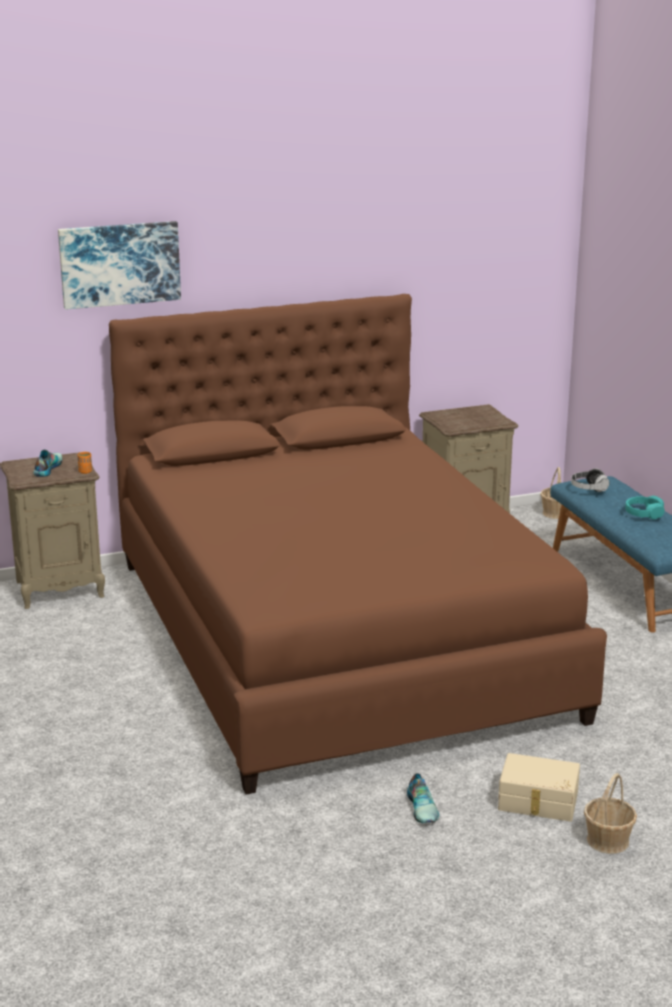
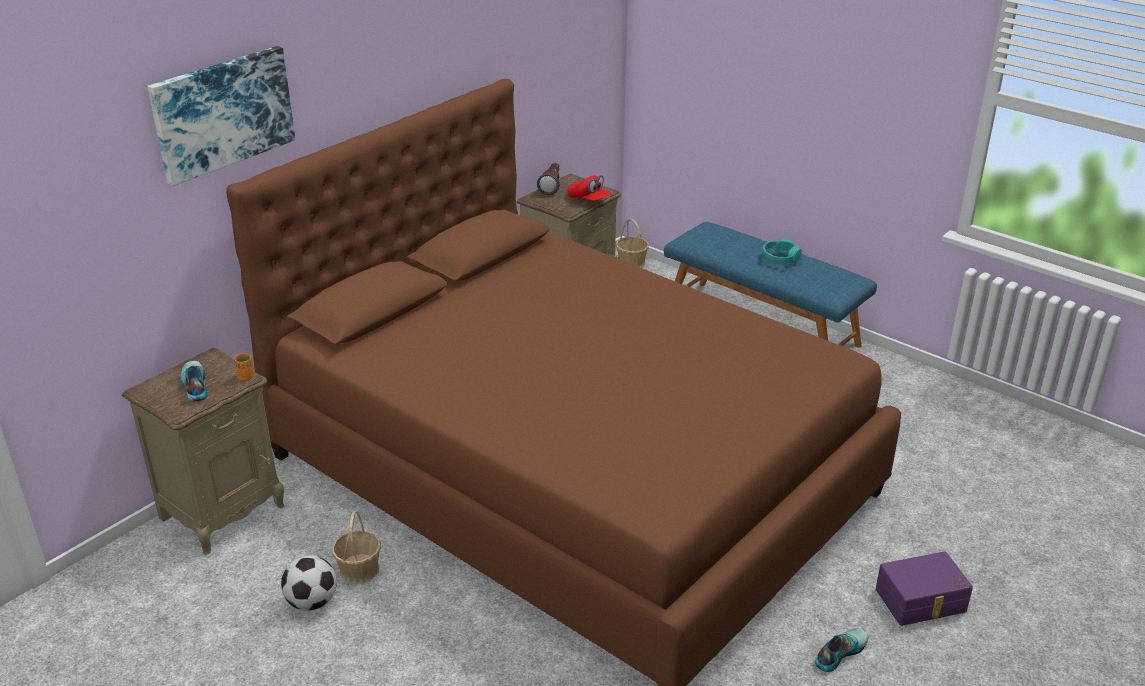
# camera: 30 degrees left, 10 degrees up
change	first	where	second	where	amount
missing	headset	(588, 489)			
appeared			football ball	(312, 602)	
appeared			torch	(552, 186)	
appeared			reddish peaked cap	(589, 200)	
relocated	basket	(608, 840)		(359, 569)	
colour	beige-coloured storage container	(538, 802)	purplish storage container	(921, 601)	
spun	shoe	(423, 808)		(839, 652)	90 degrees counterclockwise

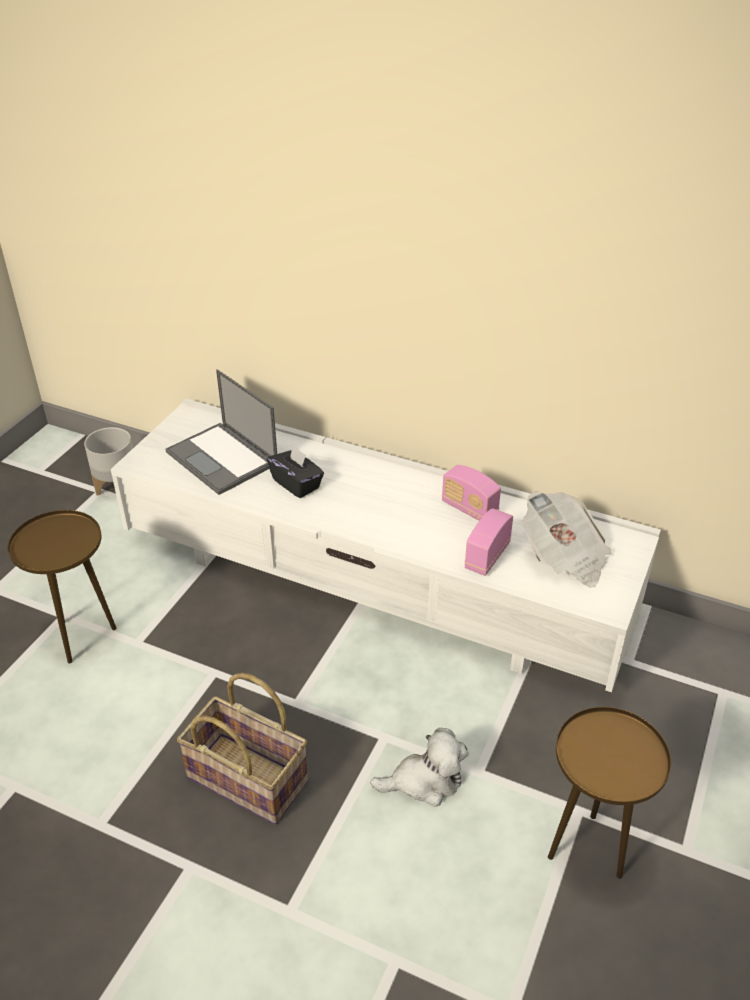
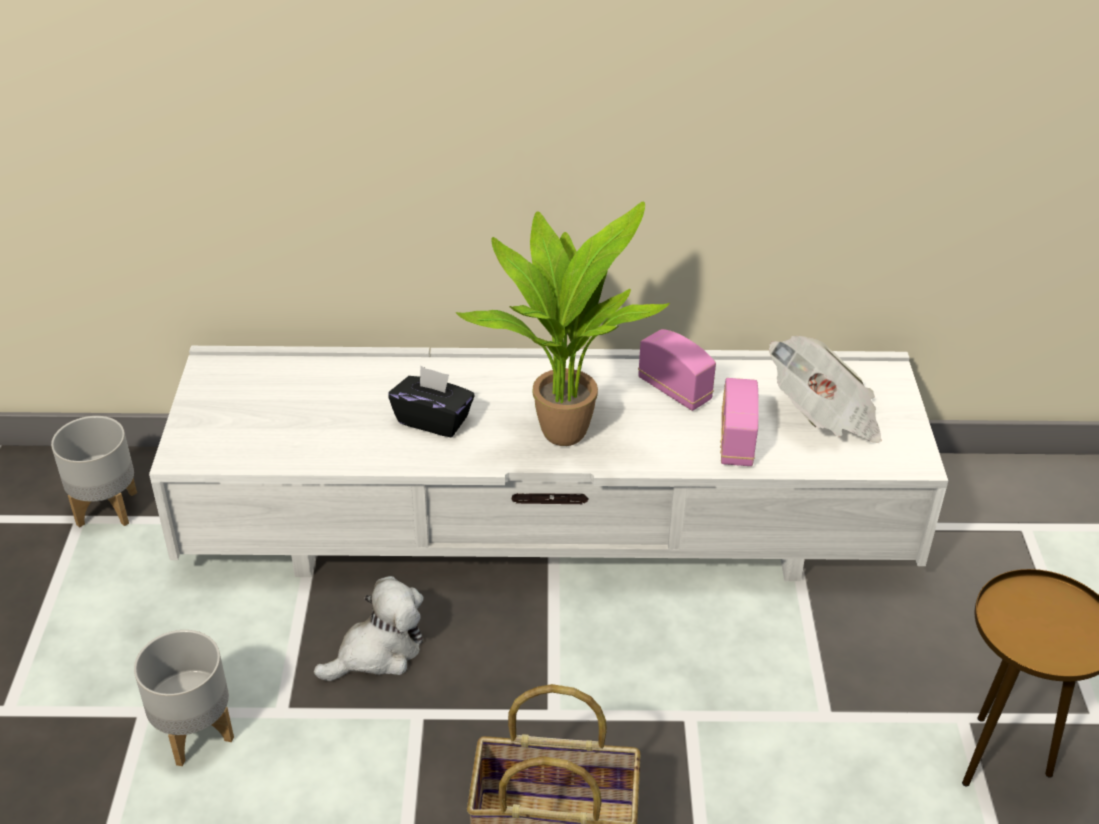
# camera: 25 degrees left, 0 degrees up
change	first	where	second	where	amount
missing	portable computer	(223, 458)			
appeared			houseplant	(561, 429)	
relocated	cuddly toy	(424, 781)		(378, 652)	
exchanged	brownish side table	(82, 637)	grey plant pot	(194, 732)	
spun	radio set	(469, 509)		(674, 390)	150 degrees counterclockwise

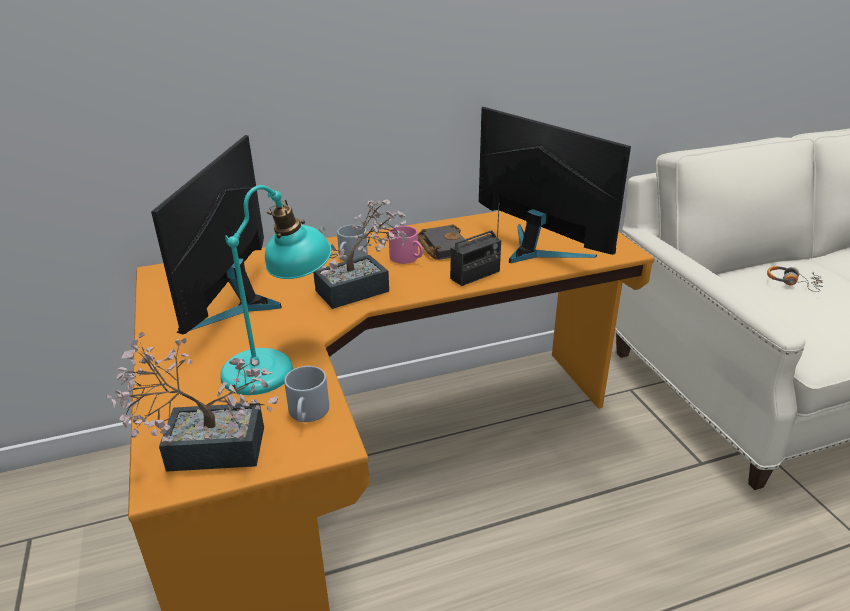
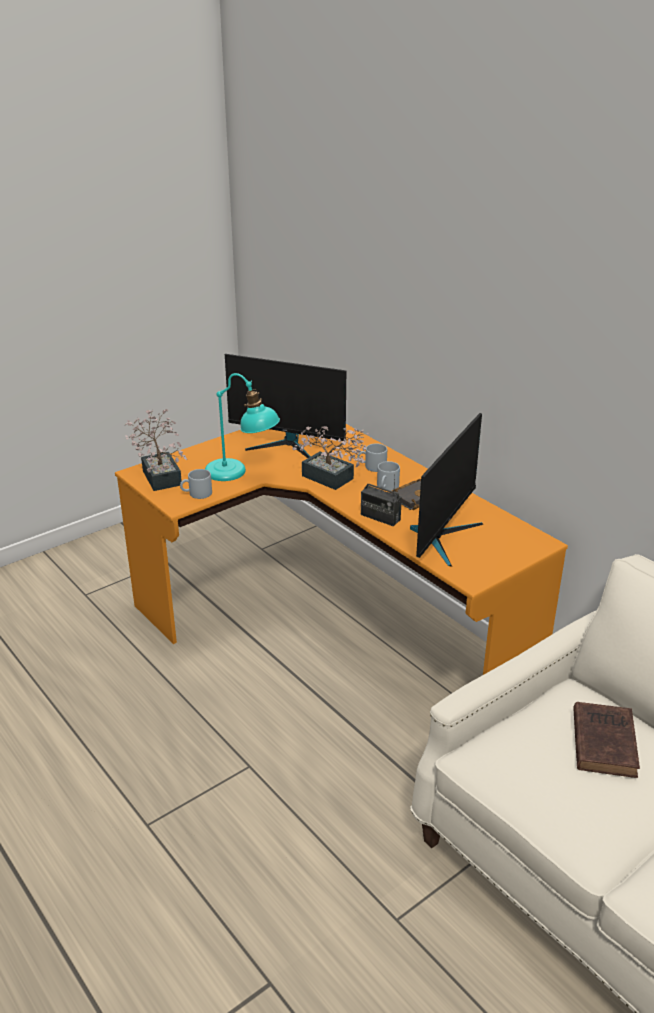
# camera: 70 degrees right, 0 degrees up
change	first	where	second	where	amount
exchanged	headset	(793, 283)	brownish book	(603, 741)	
colour	pinkish coffee mug	(408, 258)	grey coffee mug	(387, 487)	
spun	computer display	(236, 305)		(288, 446)	150 degrees counterclockwise

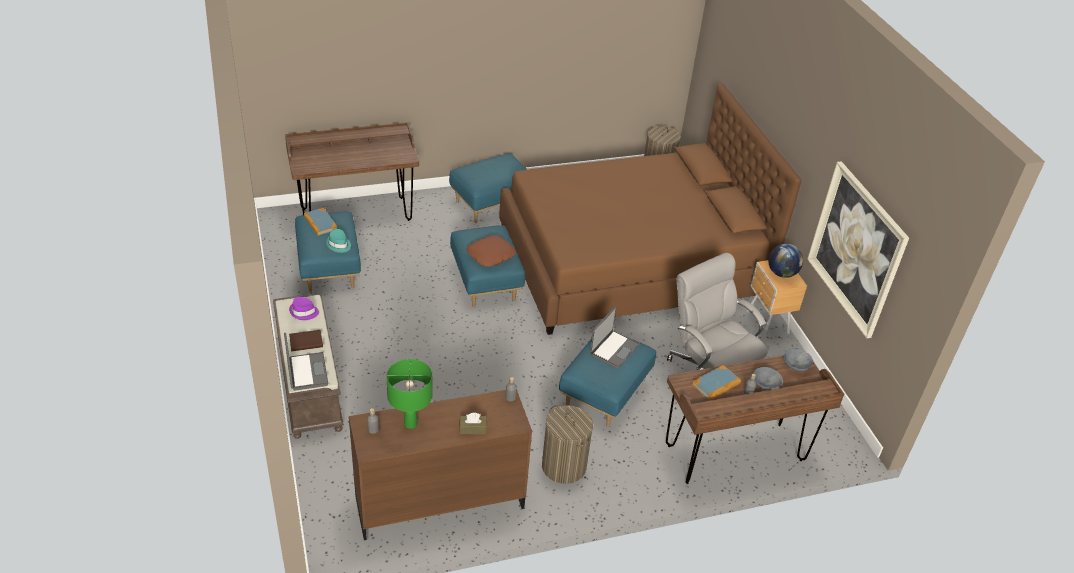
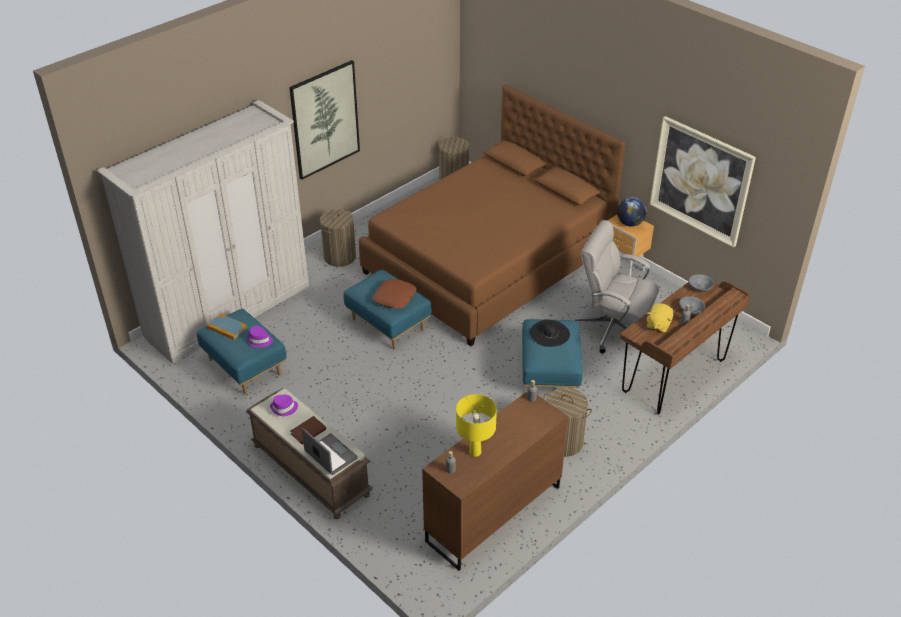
# camera: 25 degrees left, 0 degrees up
change	first	where	second	where	amount
missing	brownish tissue holder	(473, 428)			
appeared			picture	(325, 120)	
exchanged	brownish desk unit	(356, 214)	white-coloured armoire	(229, 311)	
exchanged	blue-coloured pouffe	(492, 204)	laundry basket	(339, 257)	
exchanged	portable computer	(613, 349)	black-coloured wearable hat	(549, 333)	
exchanged	book	(716, 384)	yellow cuddly toy	(658, 325)	
colour	blue-green wearable hat	(338, 245)	purplish wearable hat	(259, 340)	
colour	greenish table lamp	(410, 424)	yellow table lamp	(475, 452)	

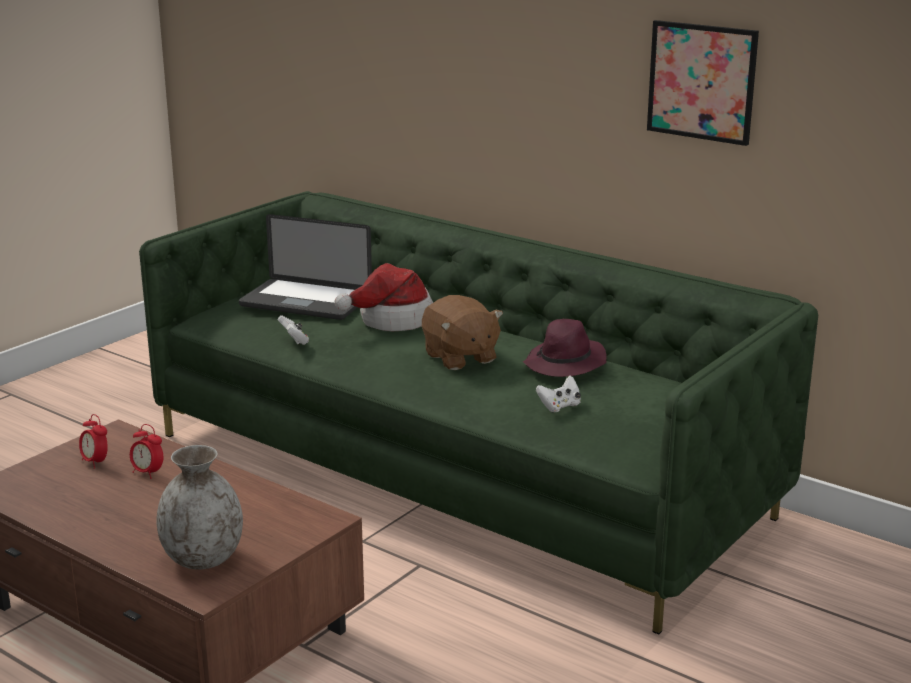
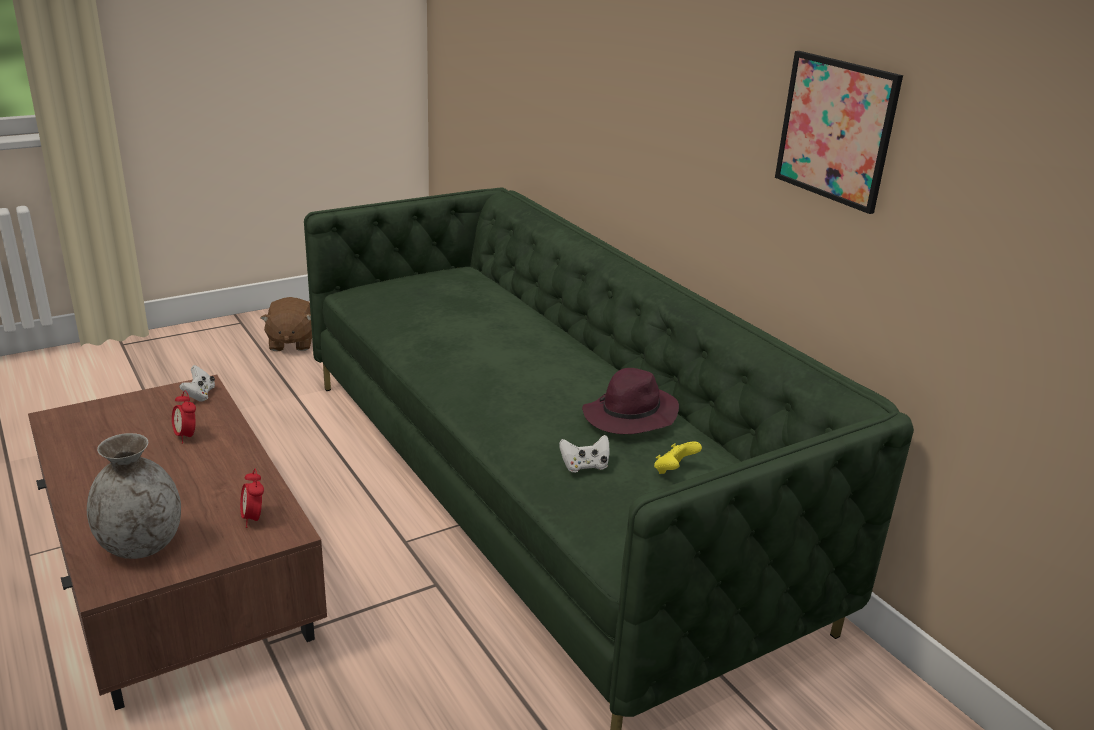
# camera: 20 degrees right, 5 degrees up
change	first	where	second	where	amount
missing	portable computer	(306, 301)			
missing	wearable hat	(391, 319)			
appeared			yellow game controller	(674, 471)	
relocated	bedside clock	(95, 462)		(254, 518)	
relocated	white-coloured game controller	(294, 341)		(199, 395)	
relocated	brownish cuddly toy	(459, 357)		(291, 343)	

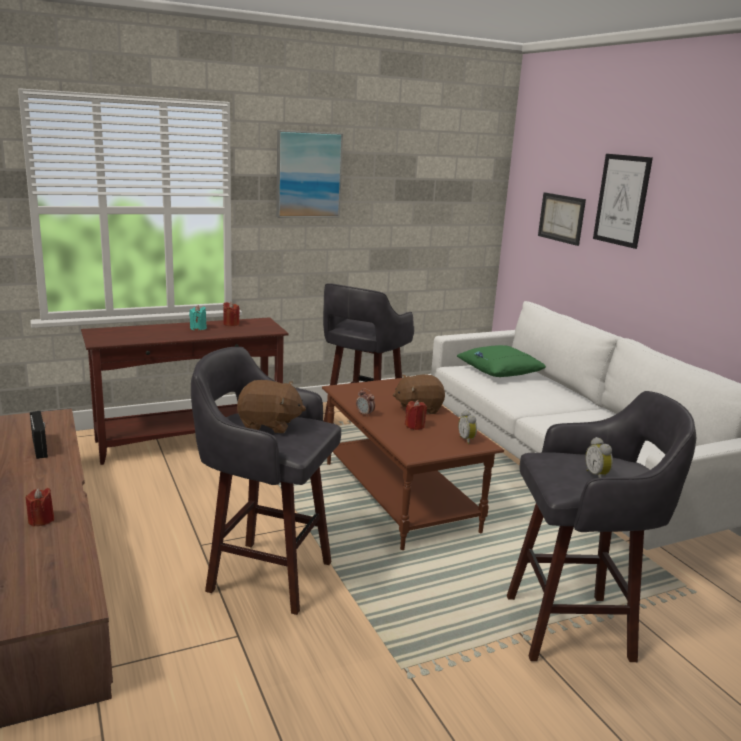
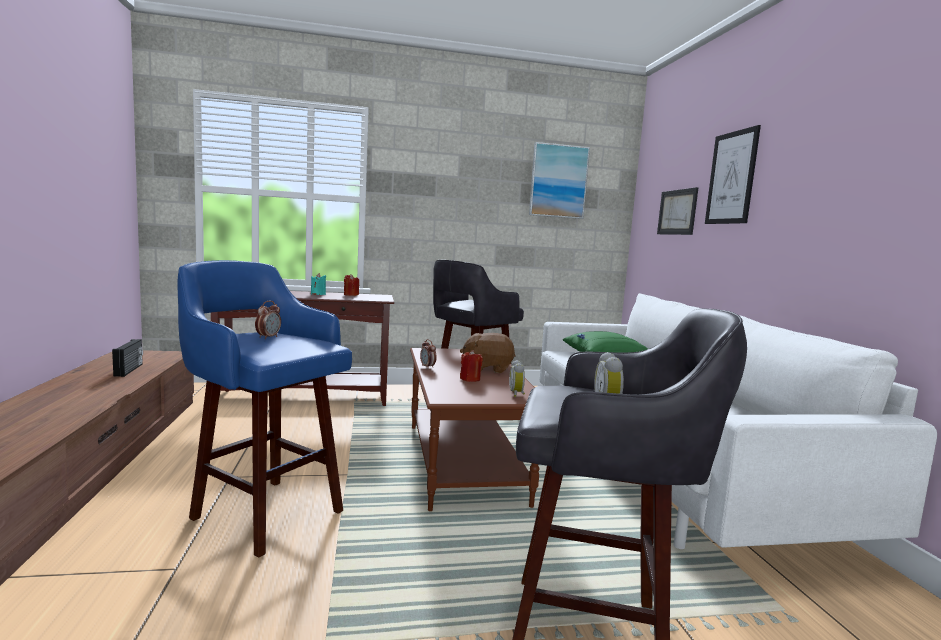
# camera: 15 degrees right, 10 degrees down
change	first	where	second	where	amount
missing	reddish wax light	(41, 520)			
relocated	picture	(308, 175)		(558, 181)	
exchanged	brownish cuddly toy	(269, 425)	bedside clock	(268, 337)	
colour	grey stool seat	(265, 575)	blue-coloured stool seat	(264, 512)	

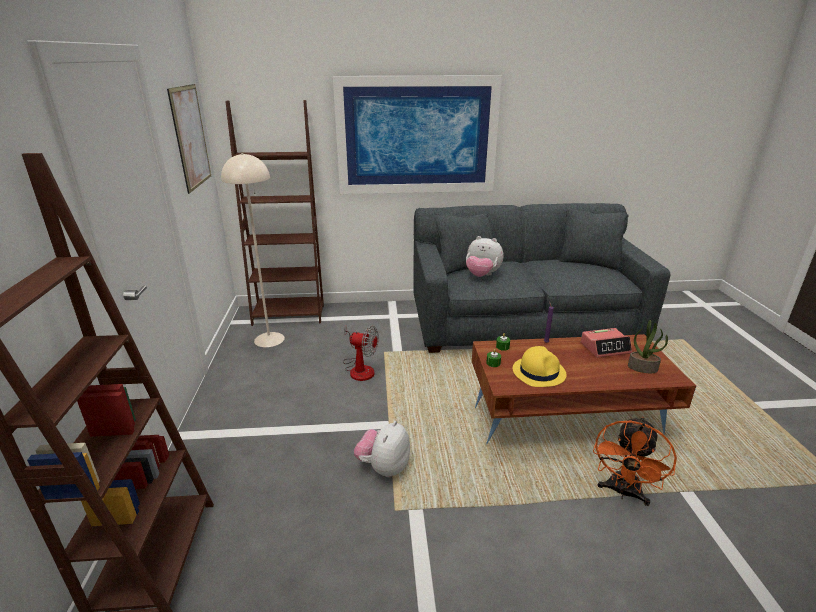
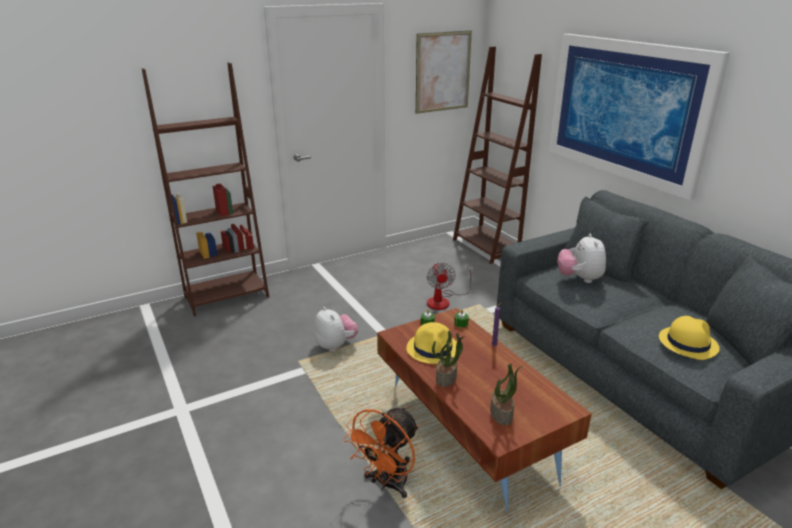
# camera: 65 degrees right, 0 degrees up
change	first	where	second	where	amount
missing	beige-coloured standing lamp	(269, 339)			
missing	bedside clock	(605, 348)			
appeared			houseplant	(446, 378)	
appeared			yellow wearable hat	(687, 343)	
spun	cuddly toy	(384, 467)		(336, 345)	60 degrees clockwise
spun	orange fan	(623, 492)		(387, 484)	60 degrees counterclockwise

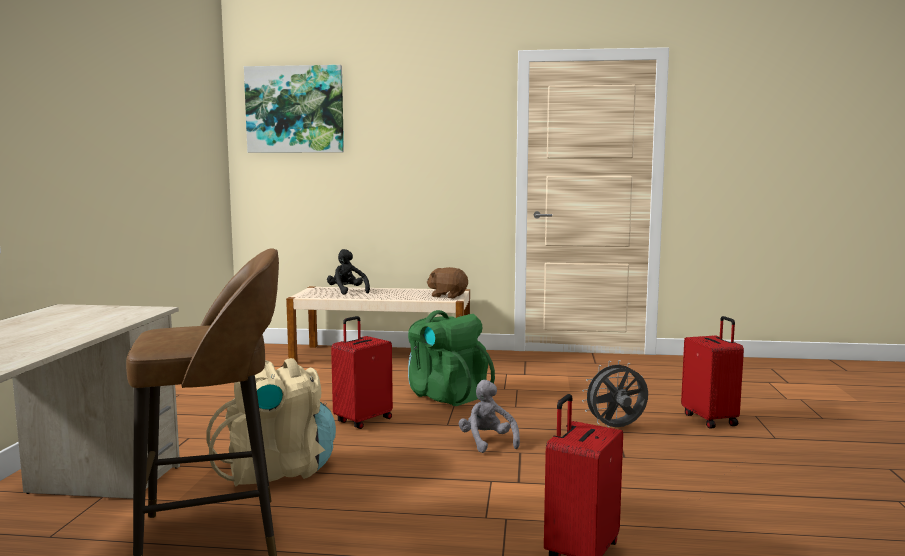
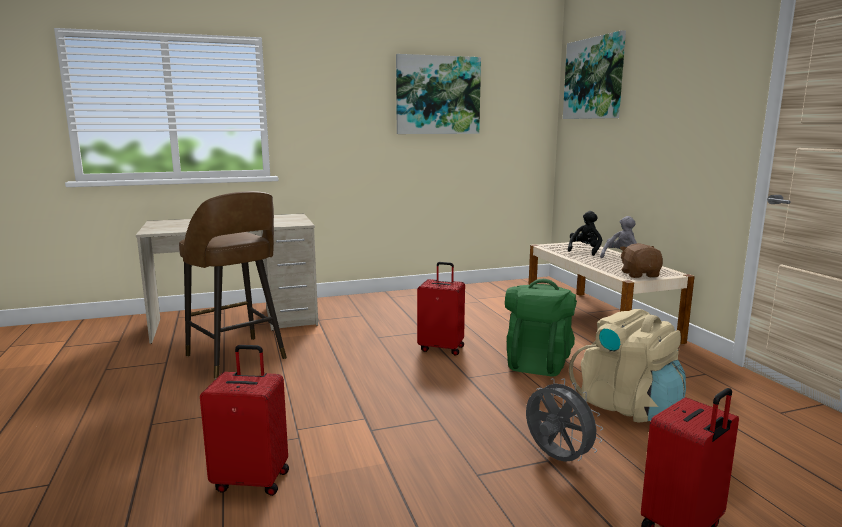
# camera: 65 degrees right, 5 degrees up
change	first	where	second	where	amount
appeared			picture	(438, 95)	
relocated	beige-coloured rucksack	(277, 470)		(627, 406)	
relocated	grey cuddly toy	(487, 442)		(620, 258)	

